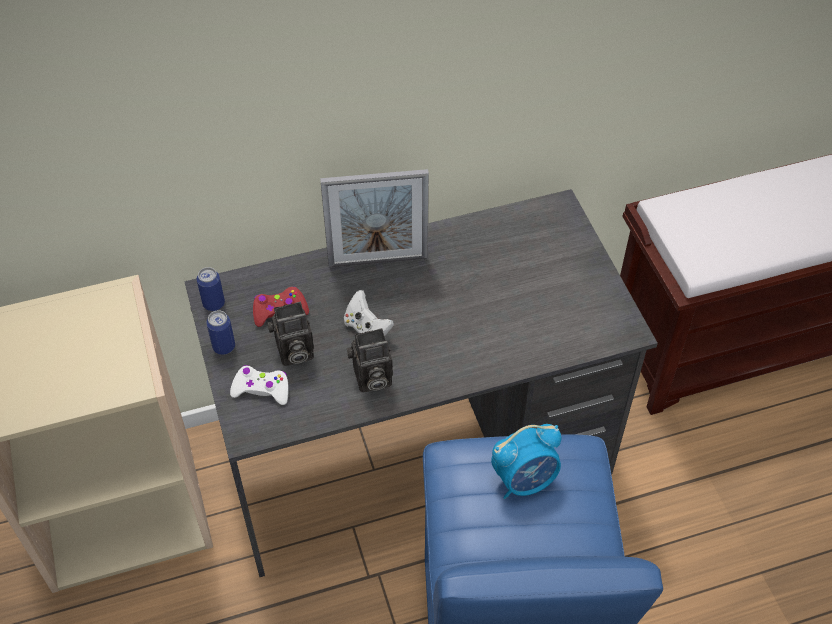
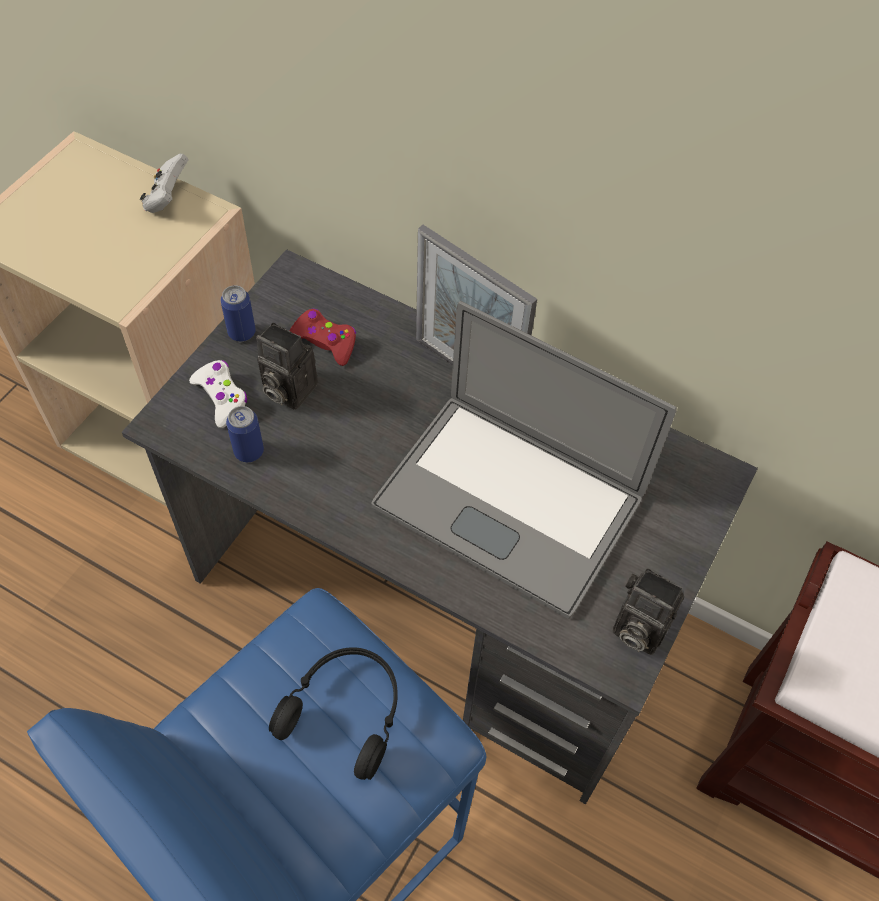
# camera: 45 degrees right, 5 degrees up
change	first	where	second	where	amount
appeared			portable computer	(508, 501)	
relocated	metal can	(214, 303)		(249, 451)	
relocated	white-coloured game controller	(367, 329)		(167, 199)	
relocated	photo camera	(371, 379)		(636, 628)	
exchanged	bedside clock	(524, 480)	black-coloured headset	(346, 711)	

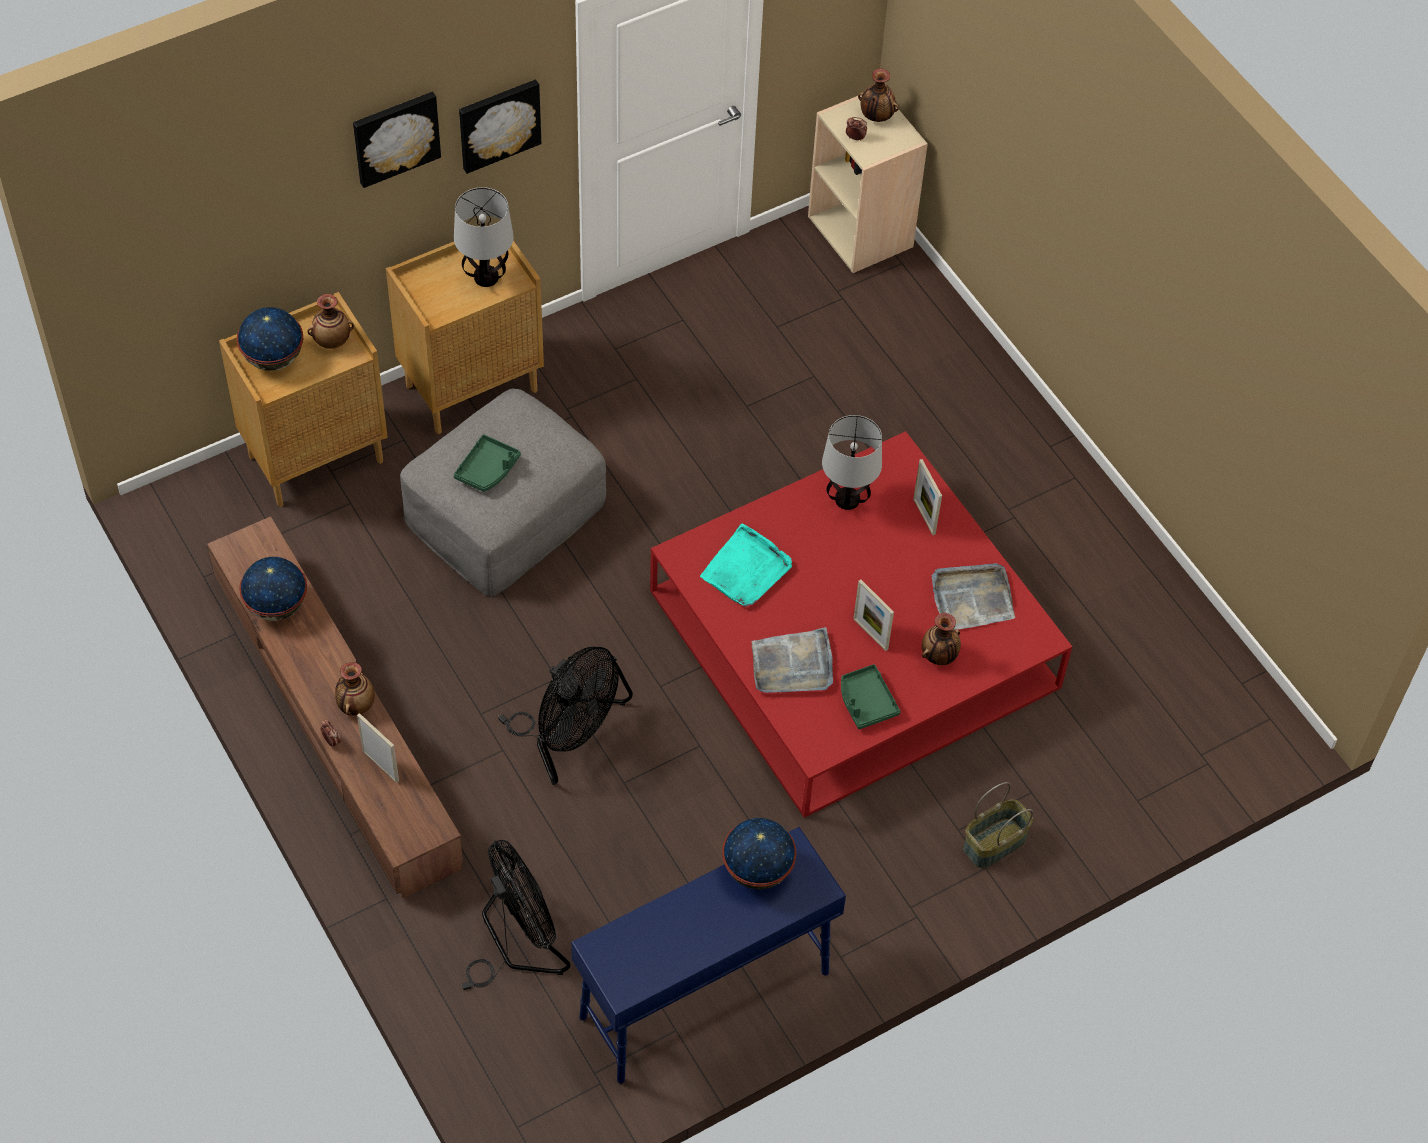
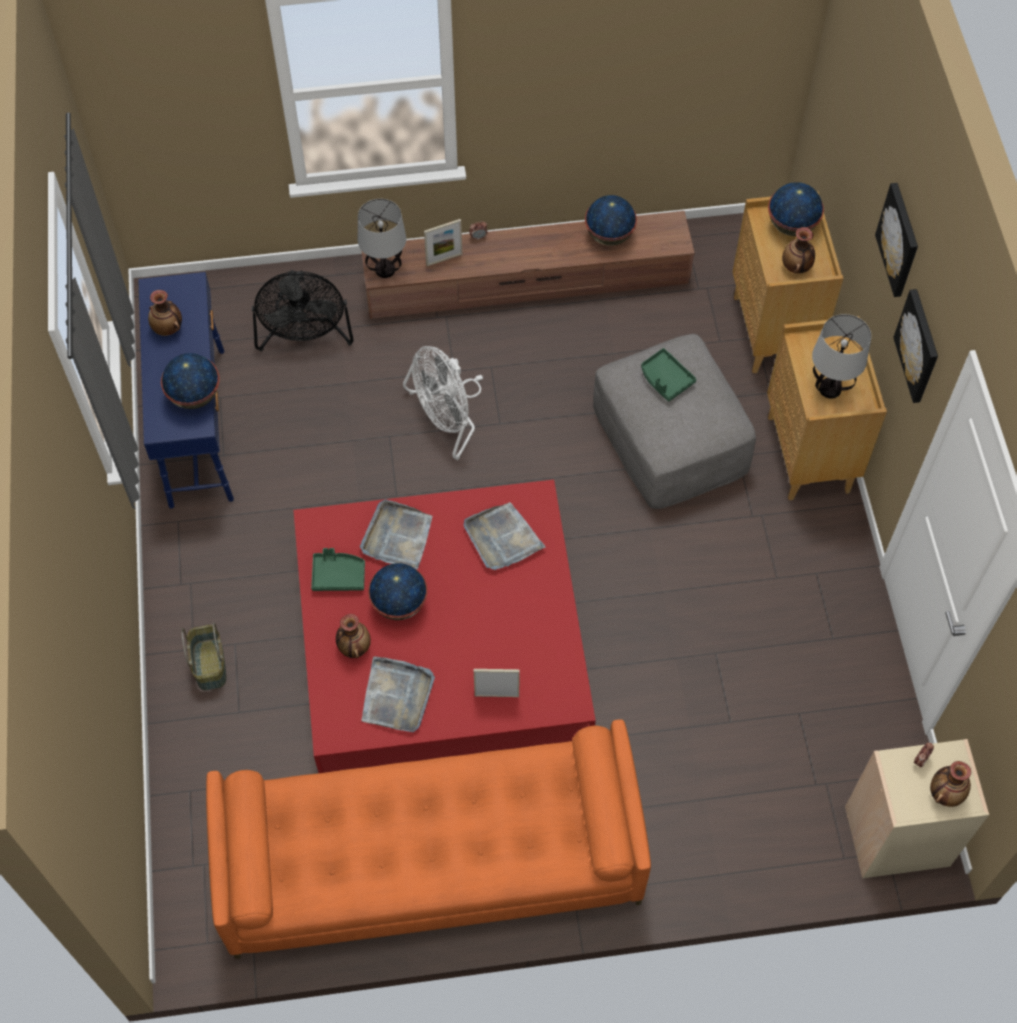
# camera: 115 degrees right, 5 degrees up
change	first	where	second	where	amount
appeared			orange couch	(430, 862)	
relocated	vase	(356, 705)		(168, 328)	
relocated	table lamp	(848, 500)		(384, 270)	
exchanged	picture frame	(870, 634)	desk globe	(399, 604)	
colour	black-coloured fan	(567, 733)	white-coloured fan	(448, 414)	
colour	blue-green tray	(746, 570)	grey tray	(502, 538)	

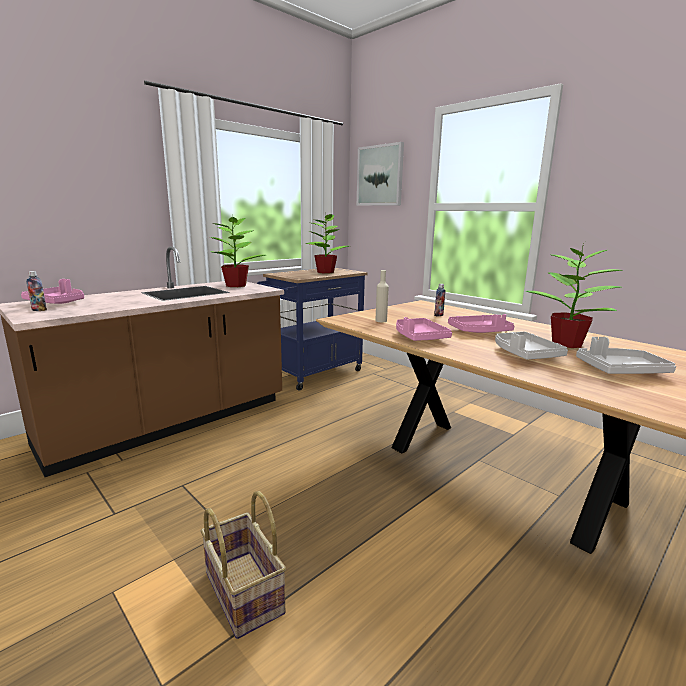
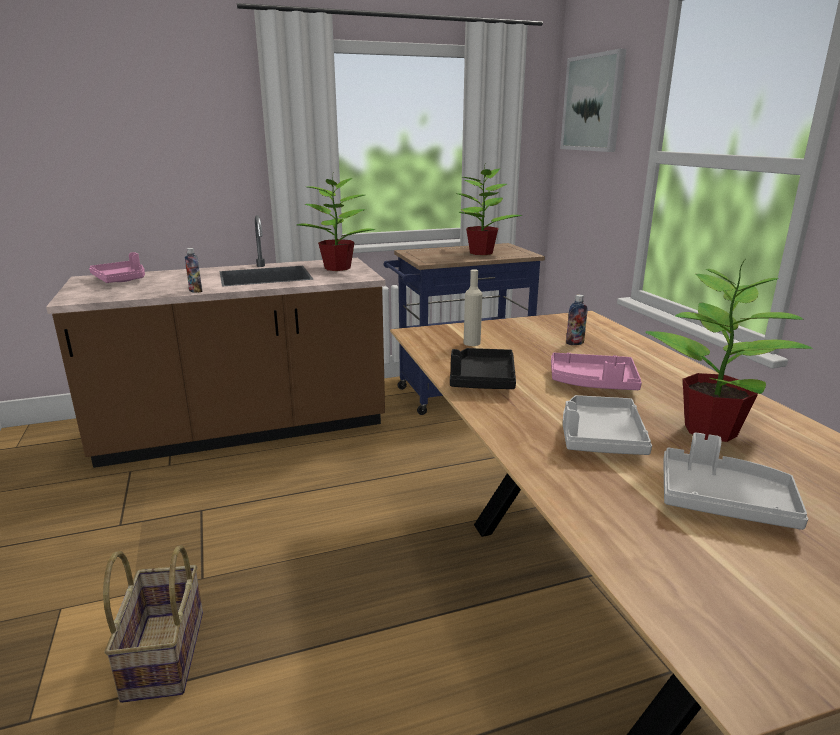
# camera: 25 degrees right, 5 degrees up
change	first	where	second	where	amount
relocated	beverage bottle	(39, 310)		(195, 291)	
colour	pinkish tray	(419, 337)	black-coloured tray	(482, 380)	

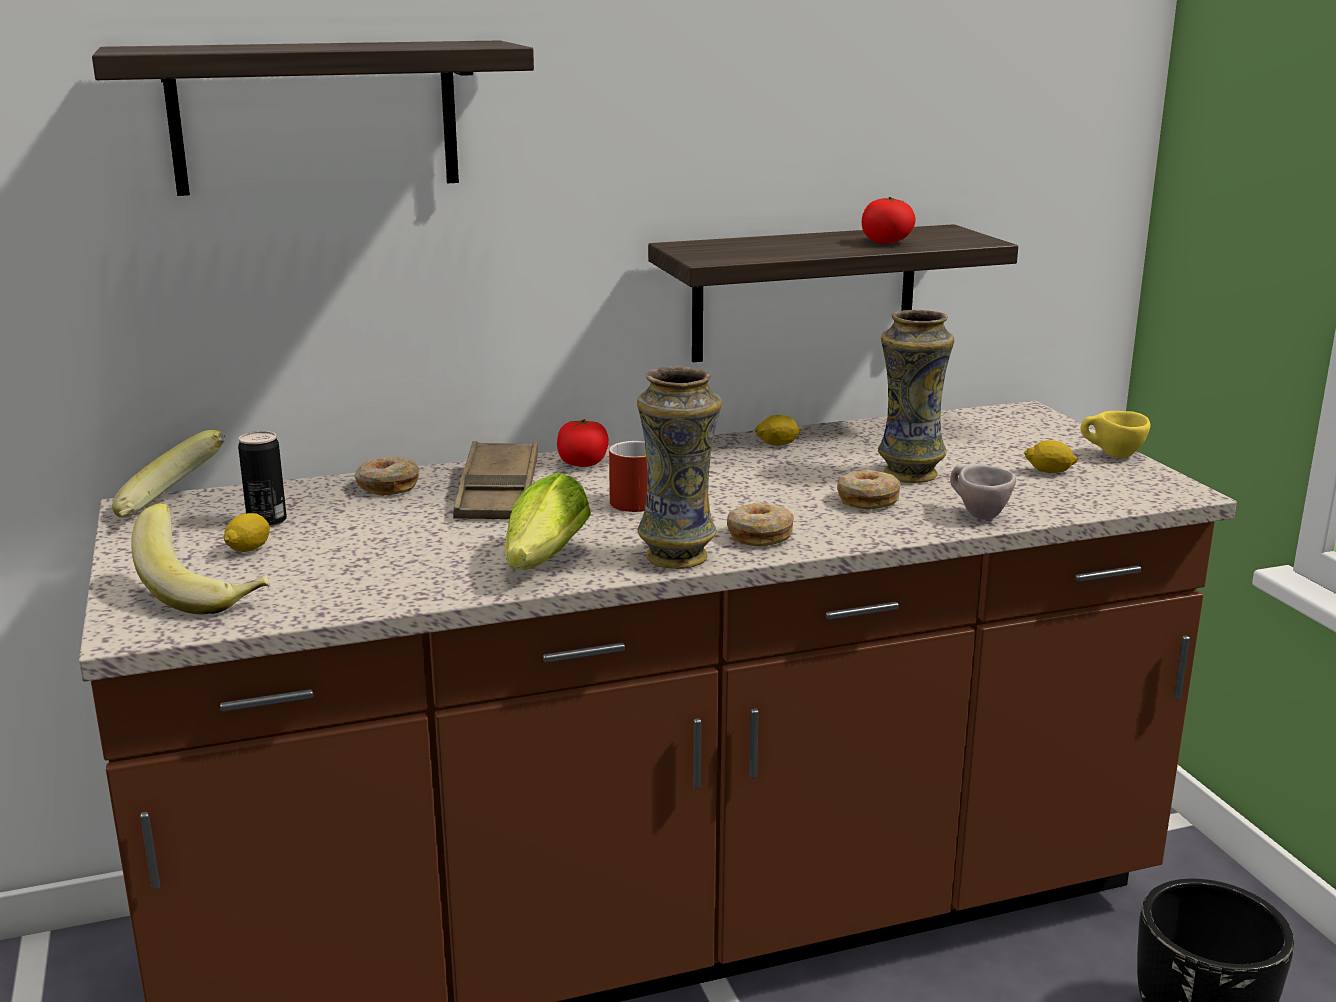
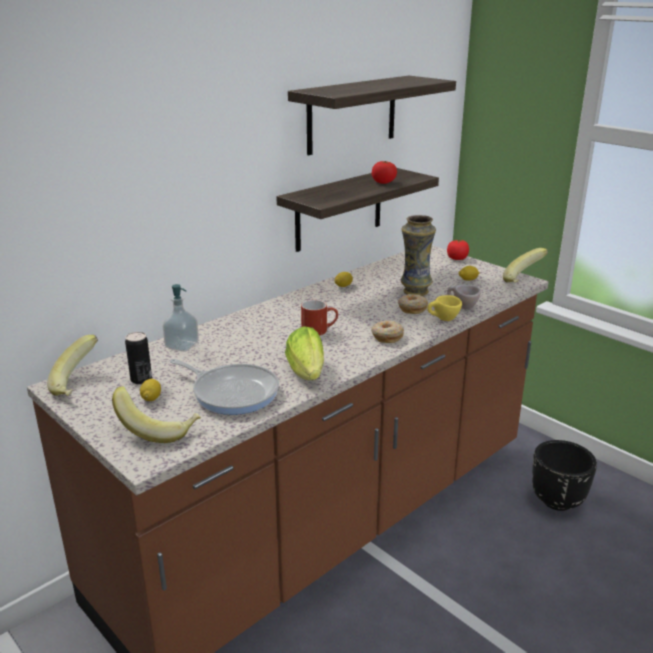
# camera: 25 degrees left, 5 degrees up
change	first	where	second	where	amount
missing	brownish tray	(498, 492)			
missing	vase	(678, 557)			
appeared			pan	(232, 392)	
appeared			banana	(524, 280)	
relocated	shelf	(315, 117)		(352, 114)	
relocated	tomato	(582, 463)		(457, 258)	
relocated	yellow small cup	(1111, 455)		(443, 320)	
exchanged	donut	(387, 486)	liquid soap bottle	(182, 346)	

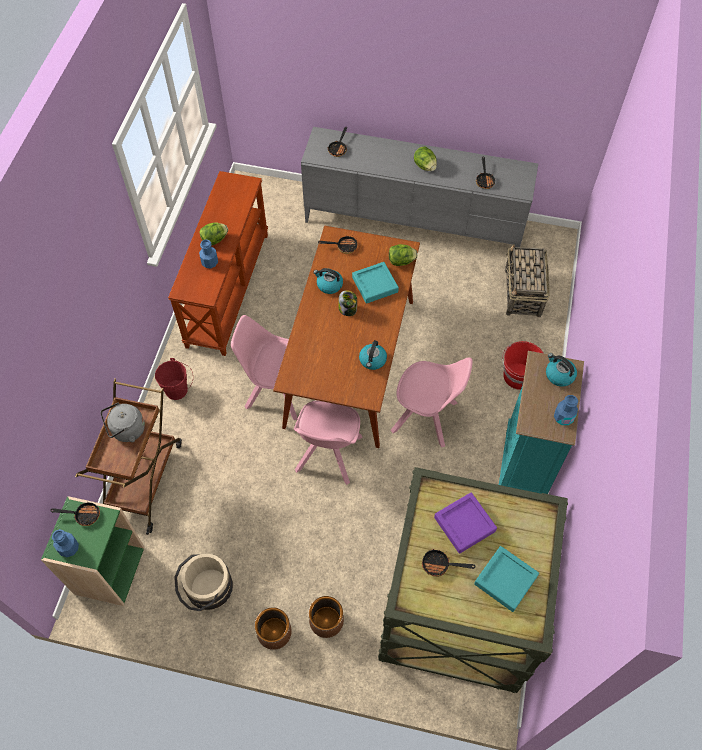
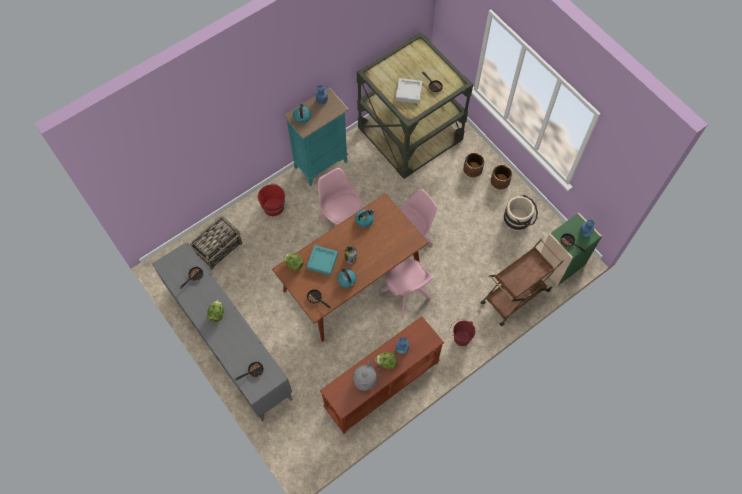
# camera: 140 degrees left, 5 degrees up
change	first	where	second	where	amount
missing	blue-green tray	(505, 580)			
relocated	grey tea kettle	(126, 430)		(366, 380)	
colour	purplish tray	(464, 524)	grey tray	(408, 92)	

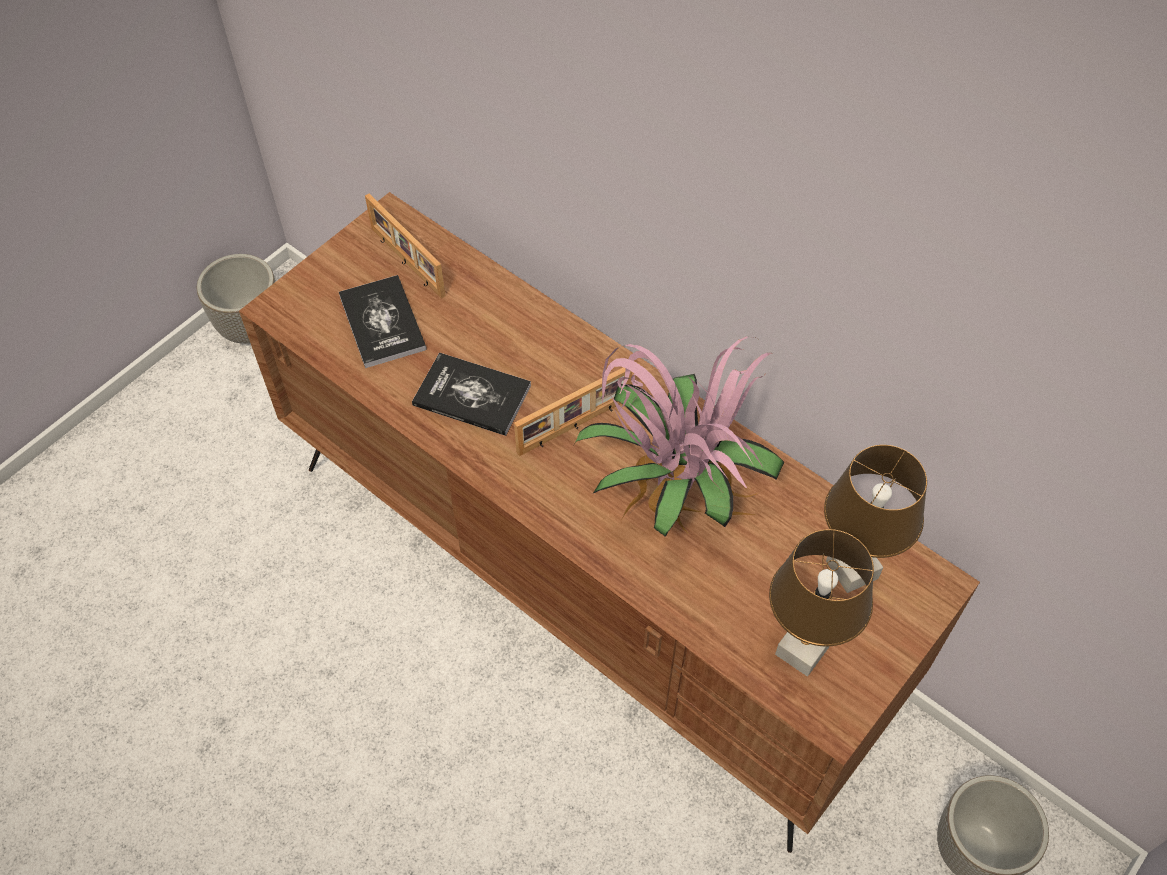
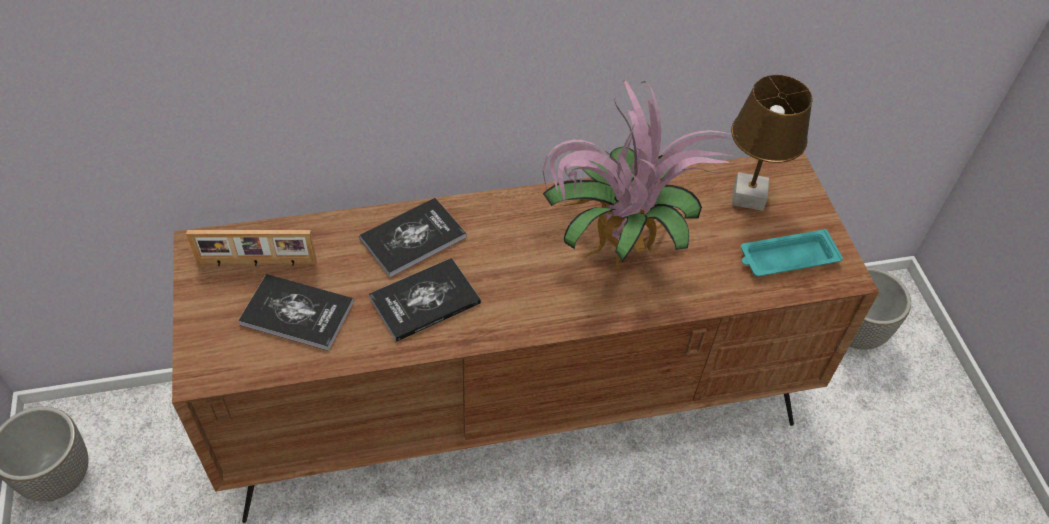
# camera: 55 degrees left, 5 degrees down
change	first	where	second	where	amount
missing	picture frame	(575, 426)			
appeared			book	(413, 238)	
exchanged	brownish table lamp	(802, 651)	blue-green tray	(786, 258)	

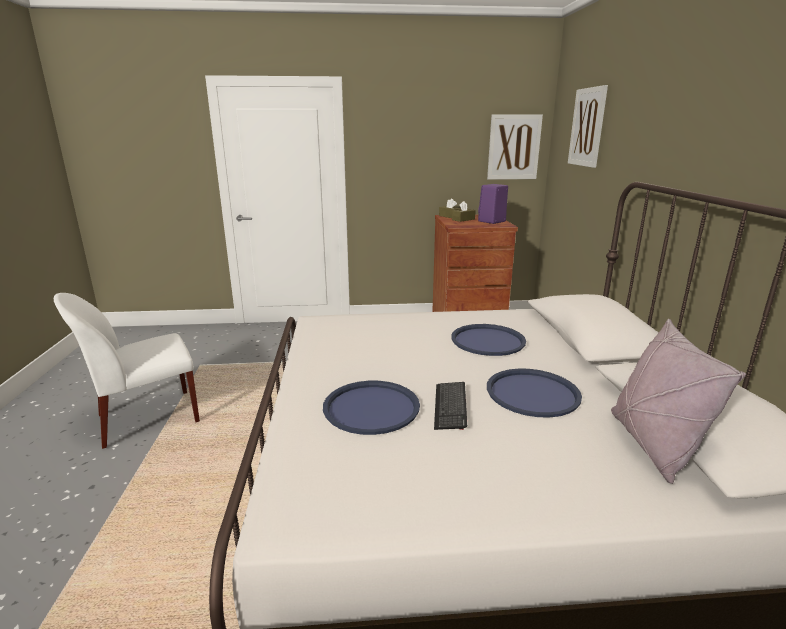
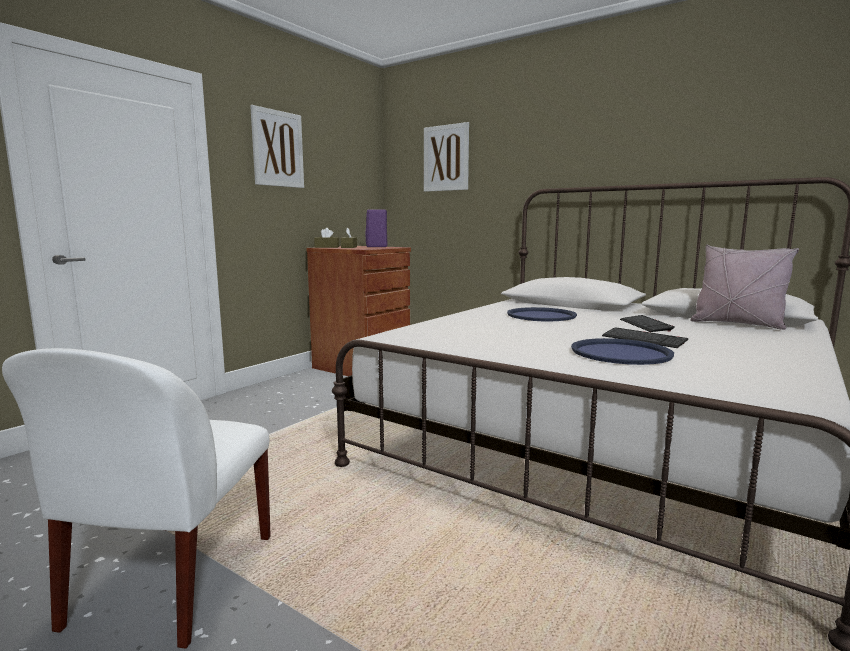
# camera: 50 degrees left, 10 degrees down
change	first	where	second	where	amount
relocated	picture	(514, 147)		(277, 149)	
exchanged	blue-coloured tray	(532, 393)	computer keyboard	(645, 325)	

